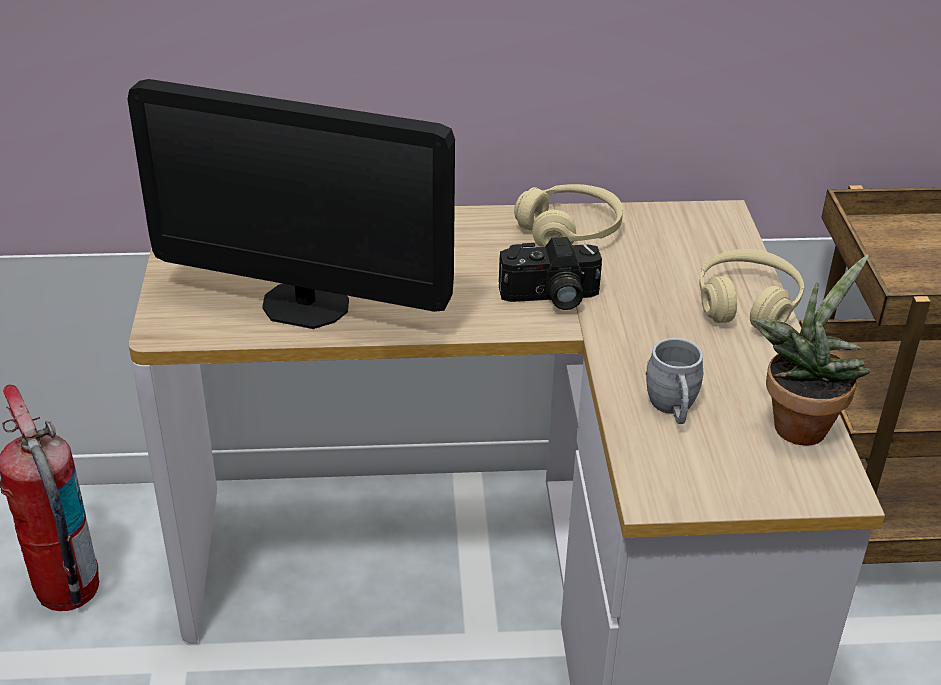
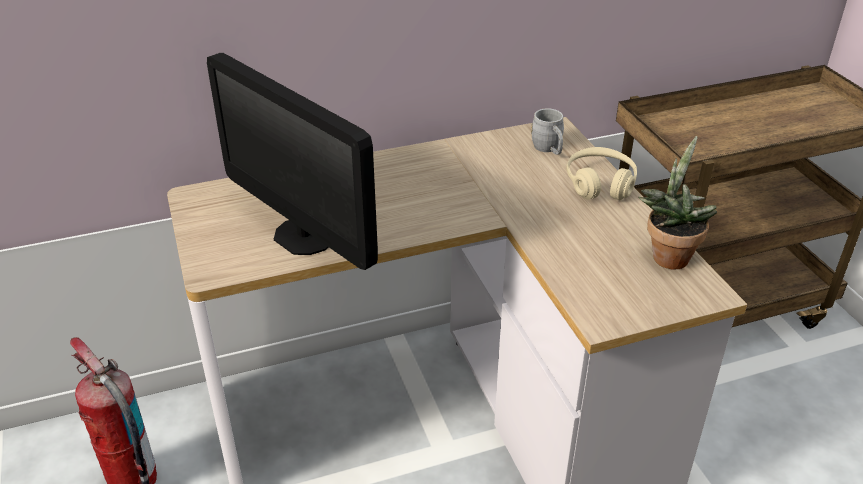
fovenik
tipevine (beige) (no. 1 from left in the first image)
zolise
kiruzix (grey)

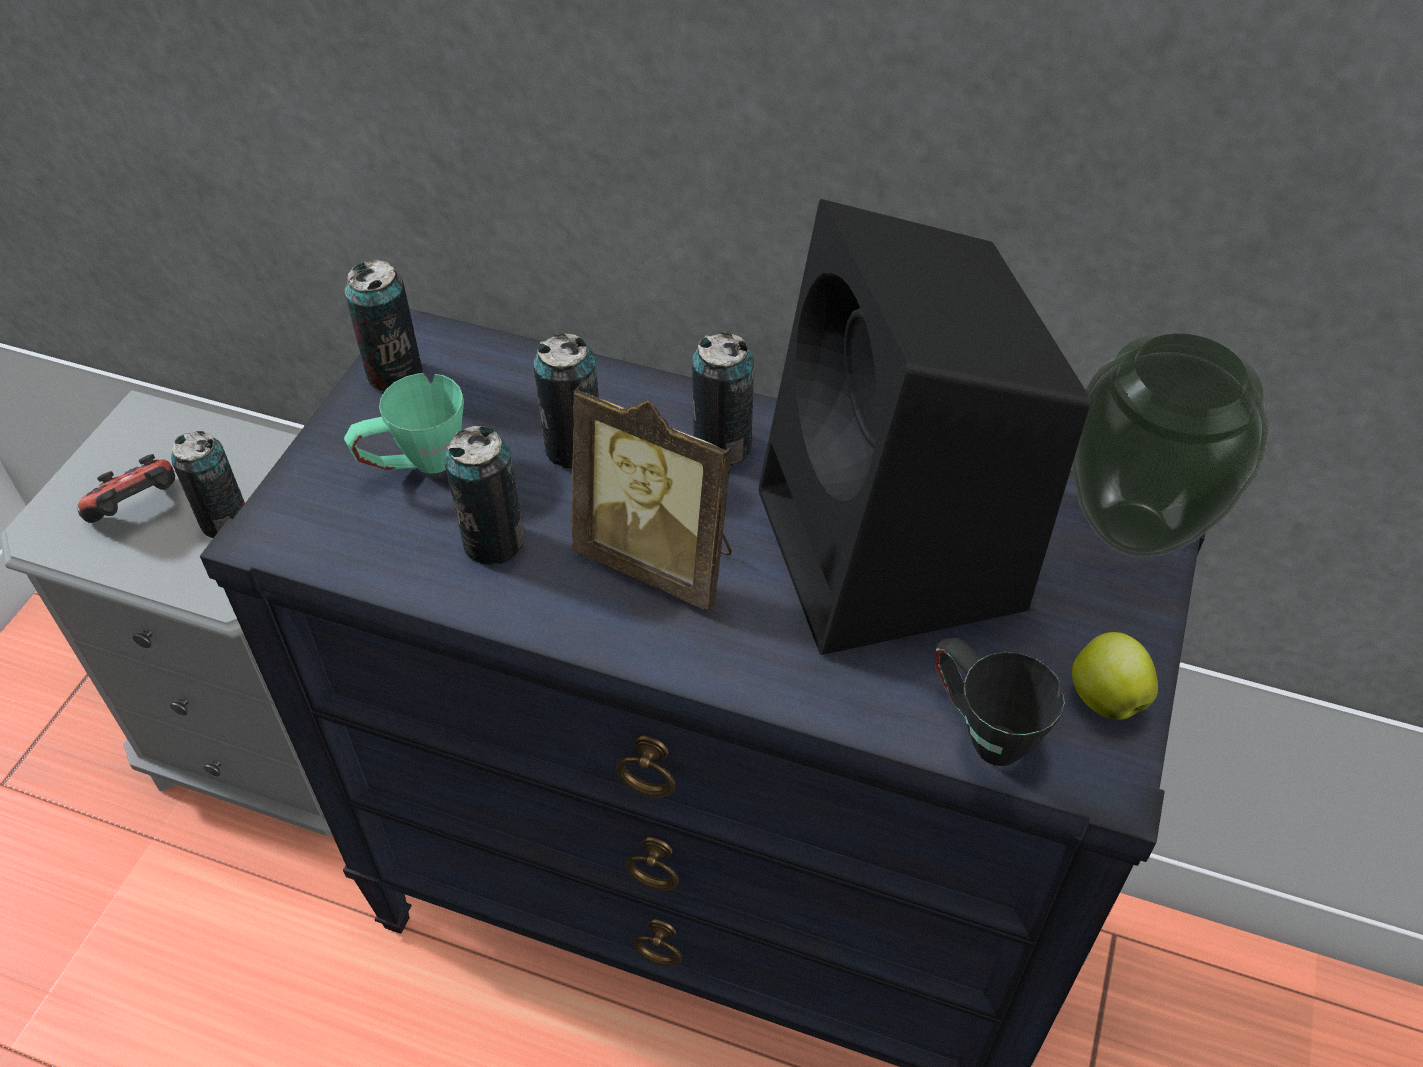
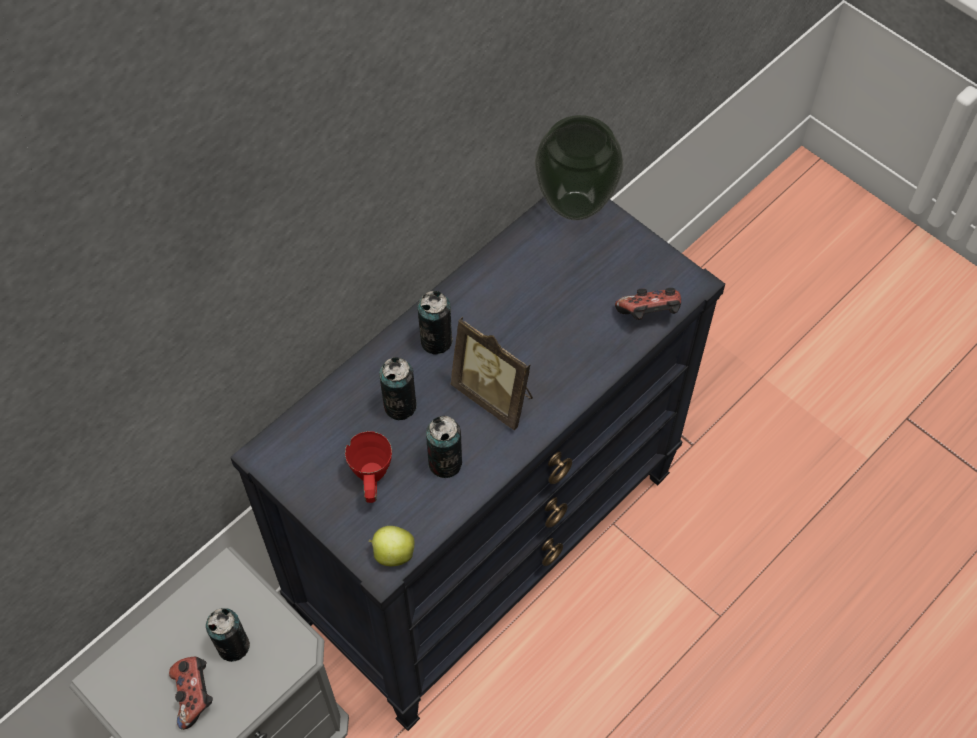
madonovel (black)
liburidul (no. 2 from left in the first image)
kiruzix (red)
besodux
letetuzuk
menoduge (no. 2 from left)

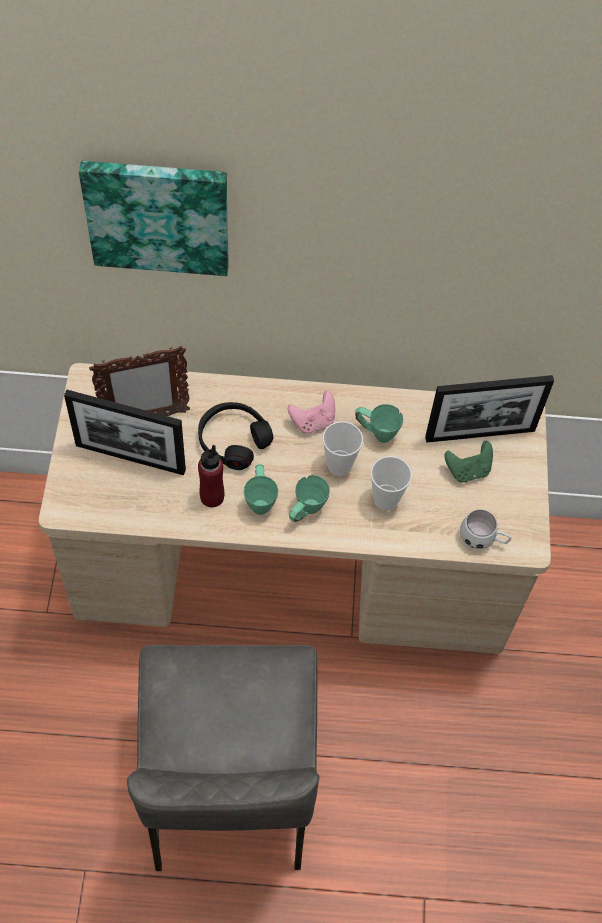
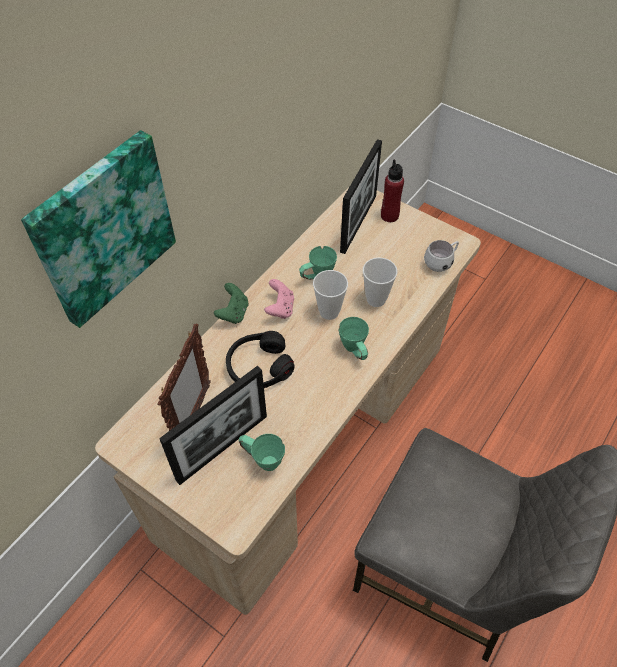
menoduge (green)
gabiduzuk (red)
kiruzix (green) (no. 1 from left)

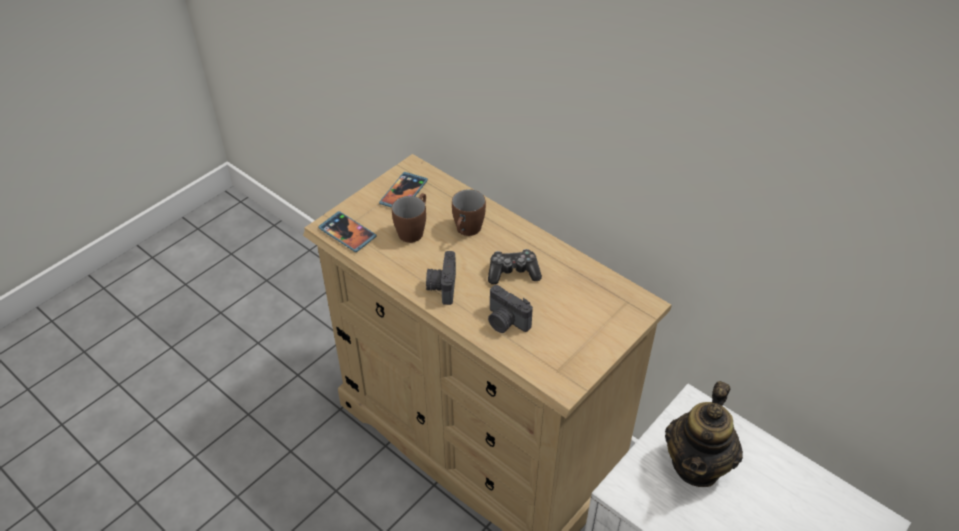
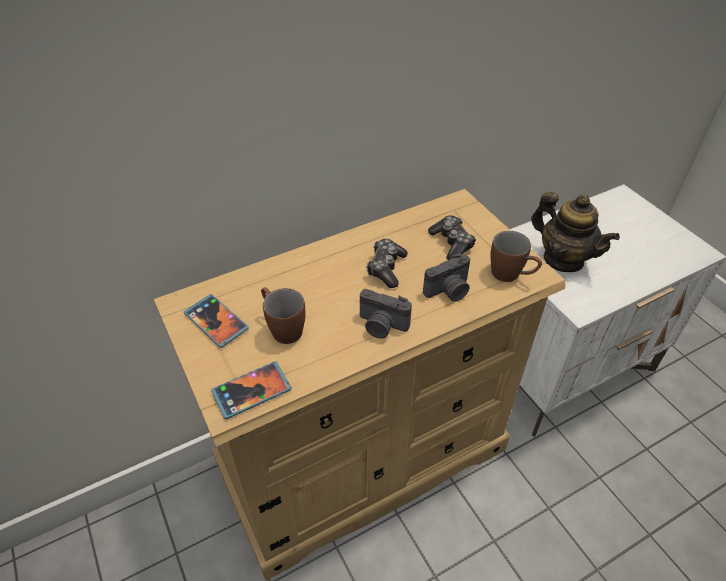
kiruzix (brown) (no. 2 from left)
menoduge (no. 2 from left)

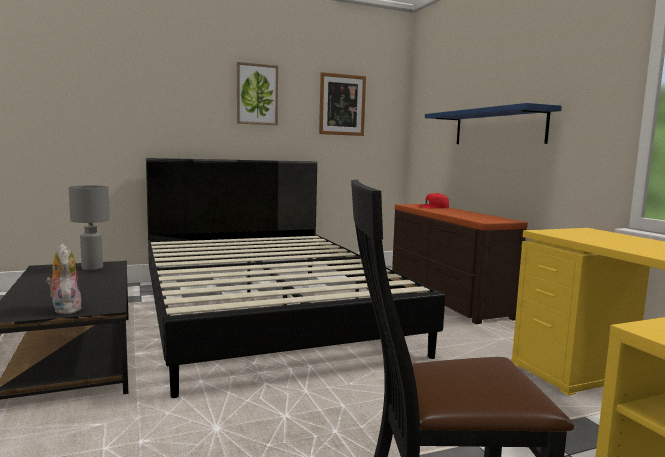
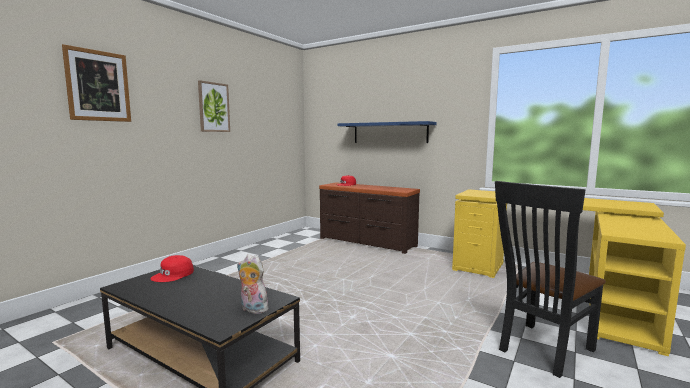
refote (no. 1 from left)
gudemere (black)
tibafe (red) (no. 1 from left)

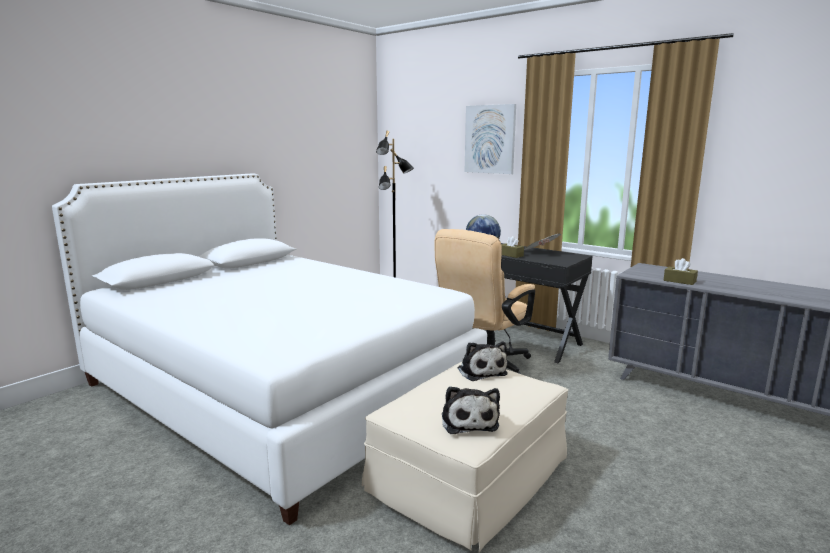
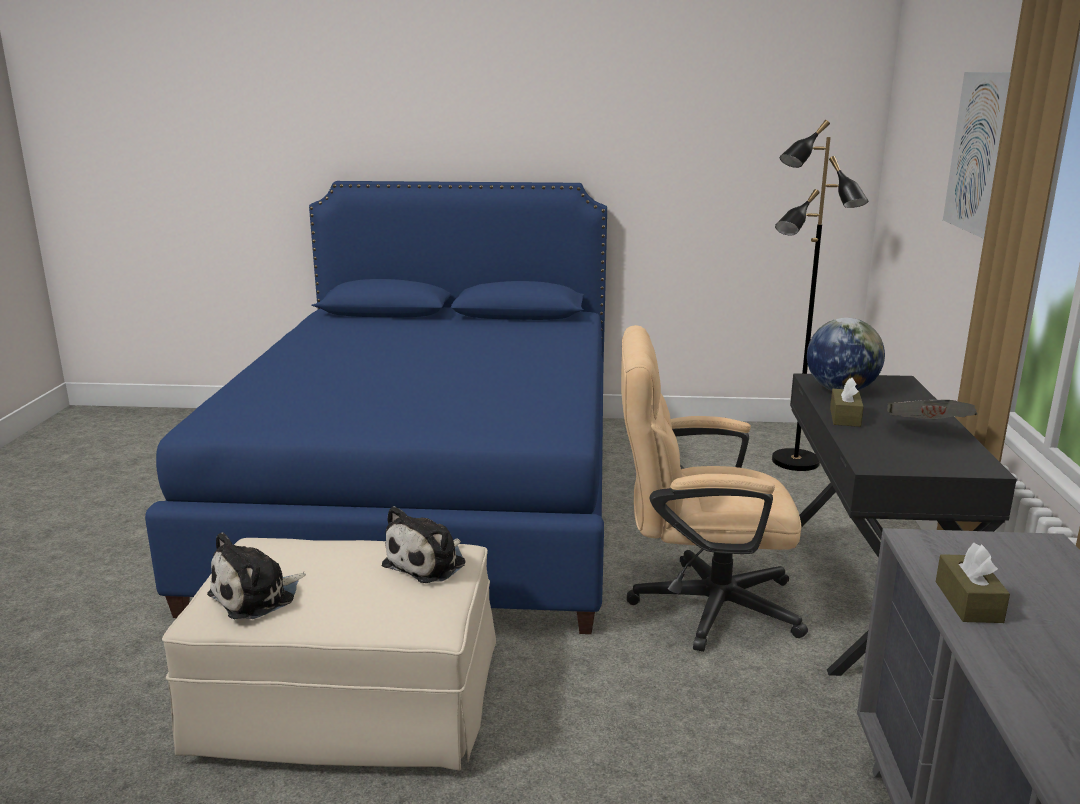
gudemere (blue)

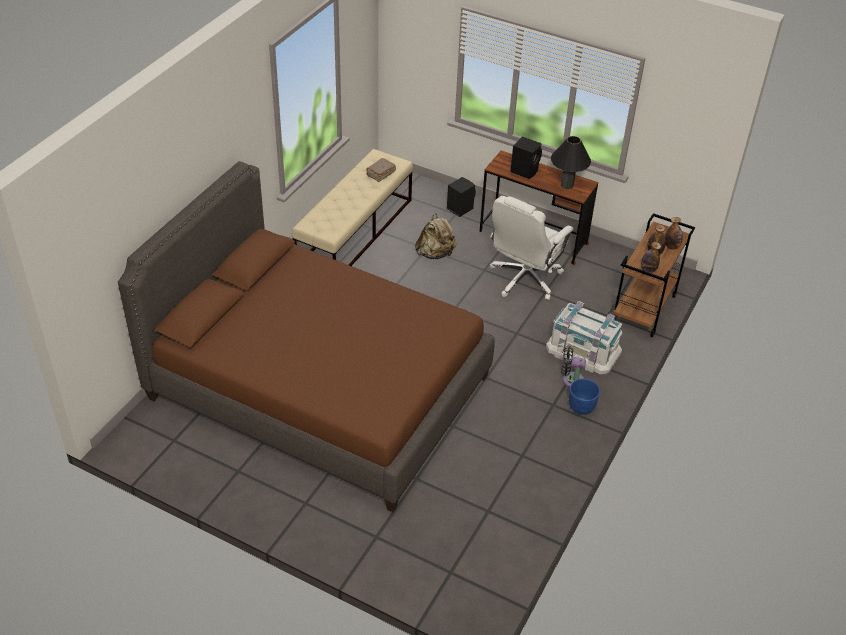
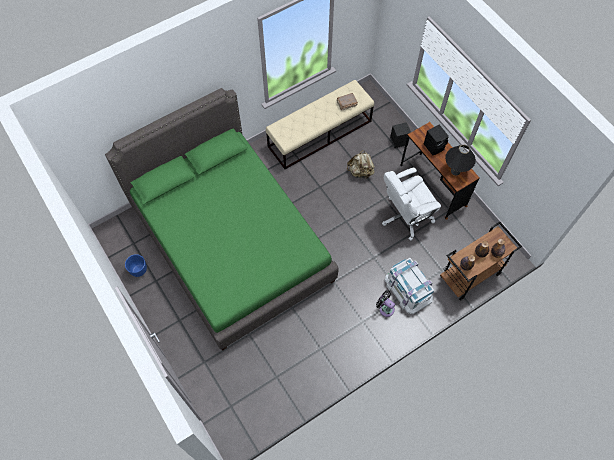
gudemere (green)
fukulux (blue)

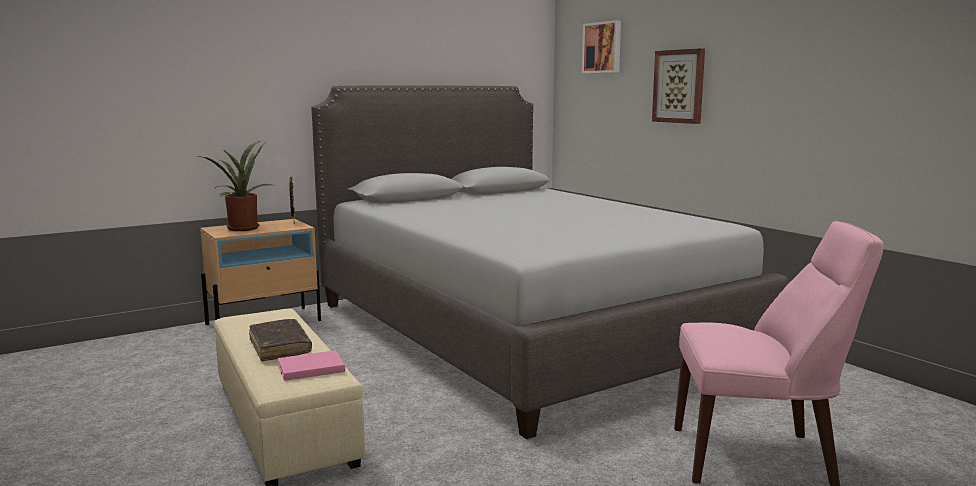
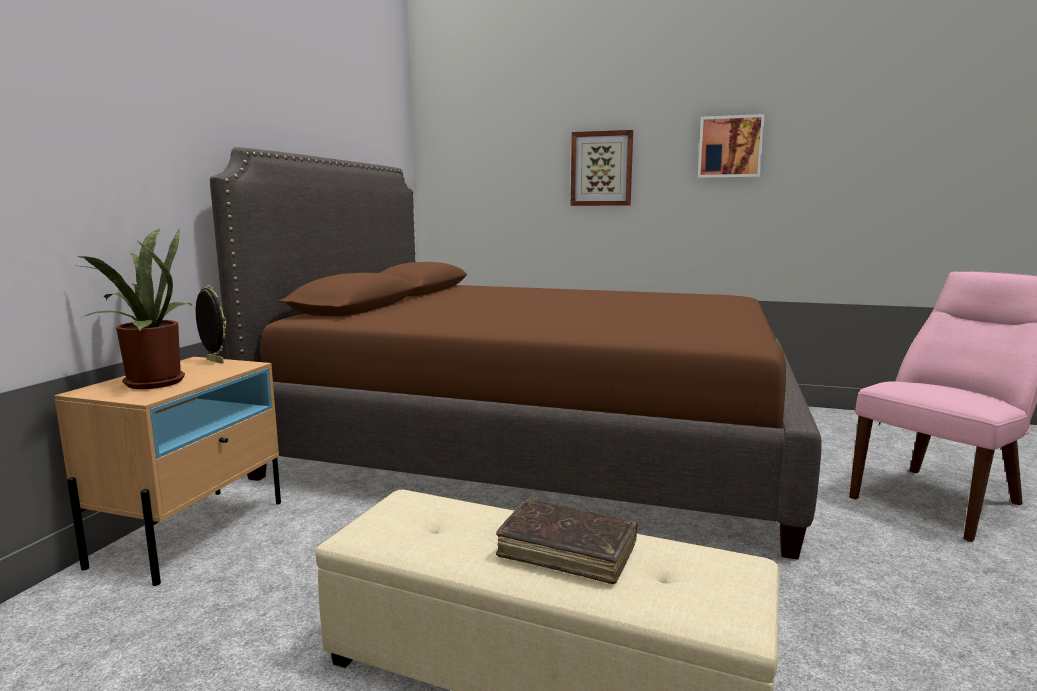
refote (no. 2 from left)
gudemere (brown)
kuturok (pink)

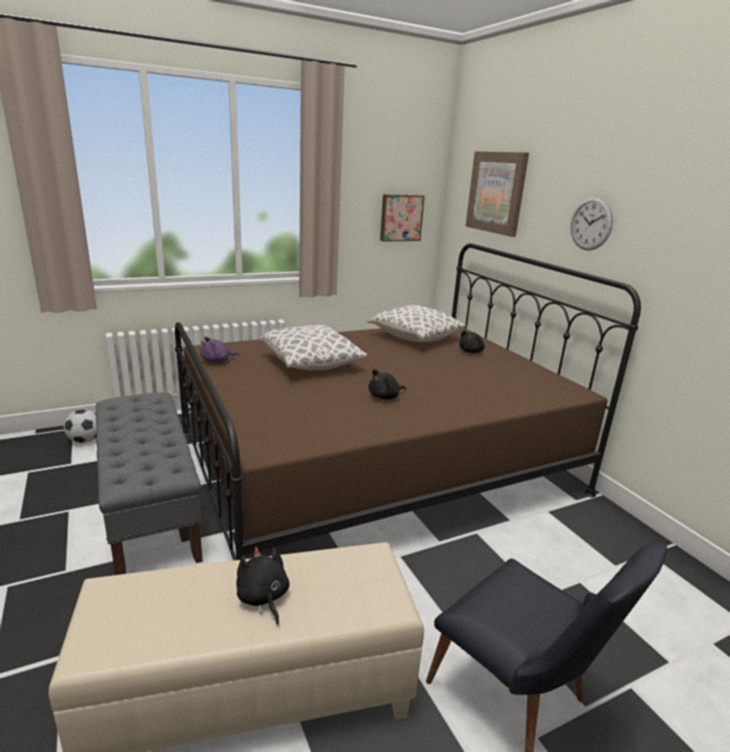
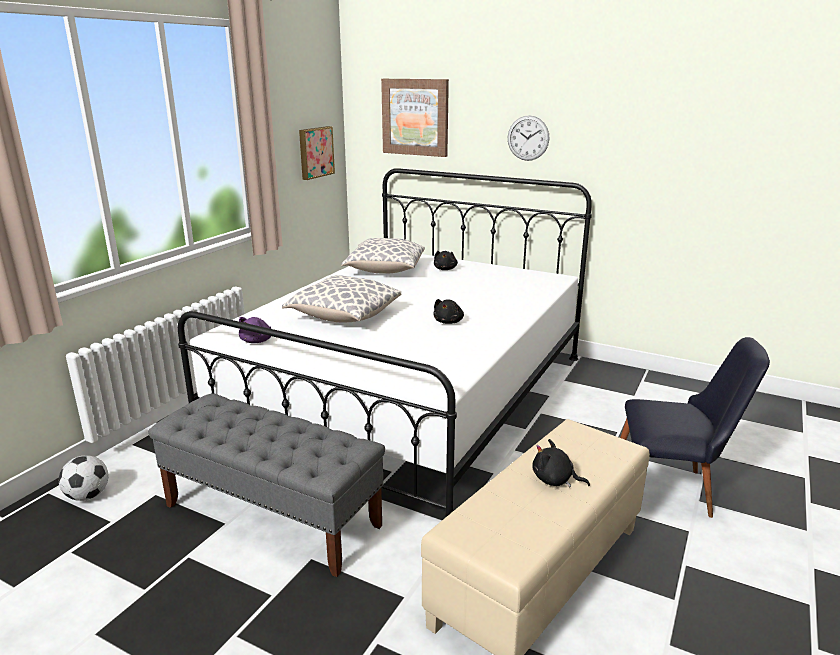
gudemere (white)

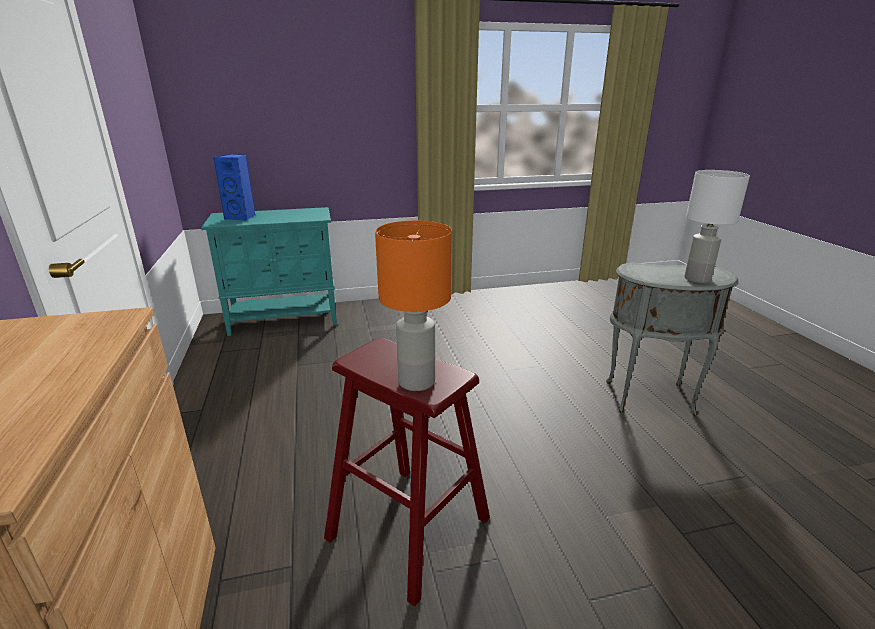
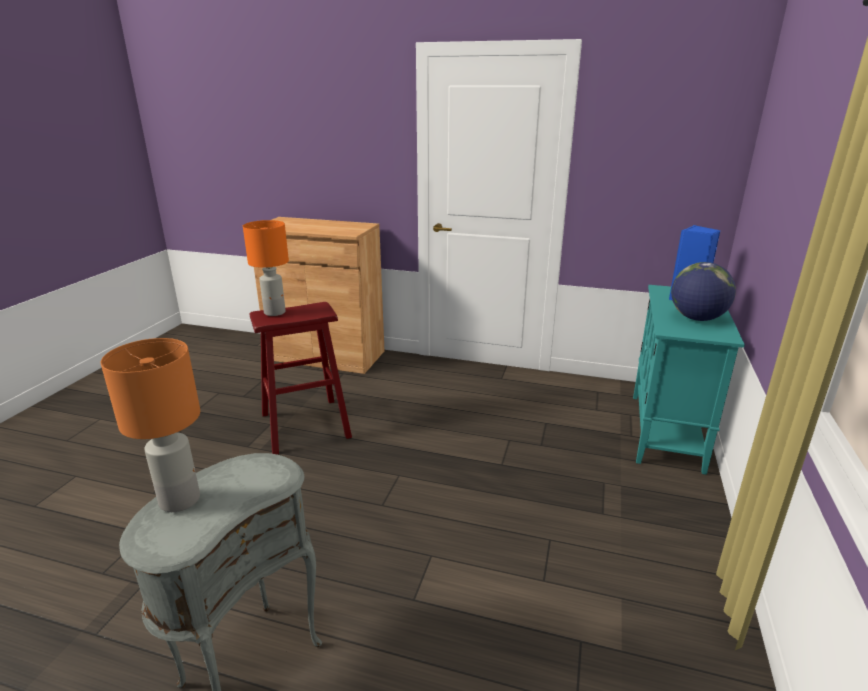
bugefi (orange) (no. 1 from left)
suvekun

